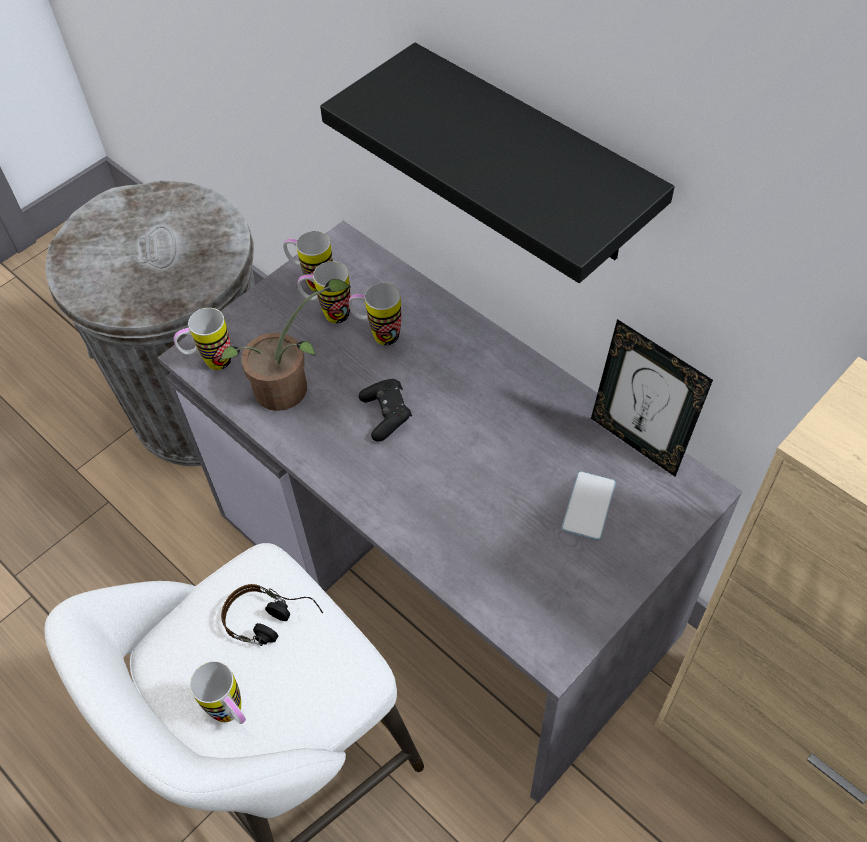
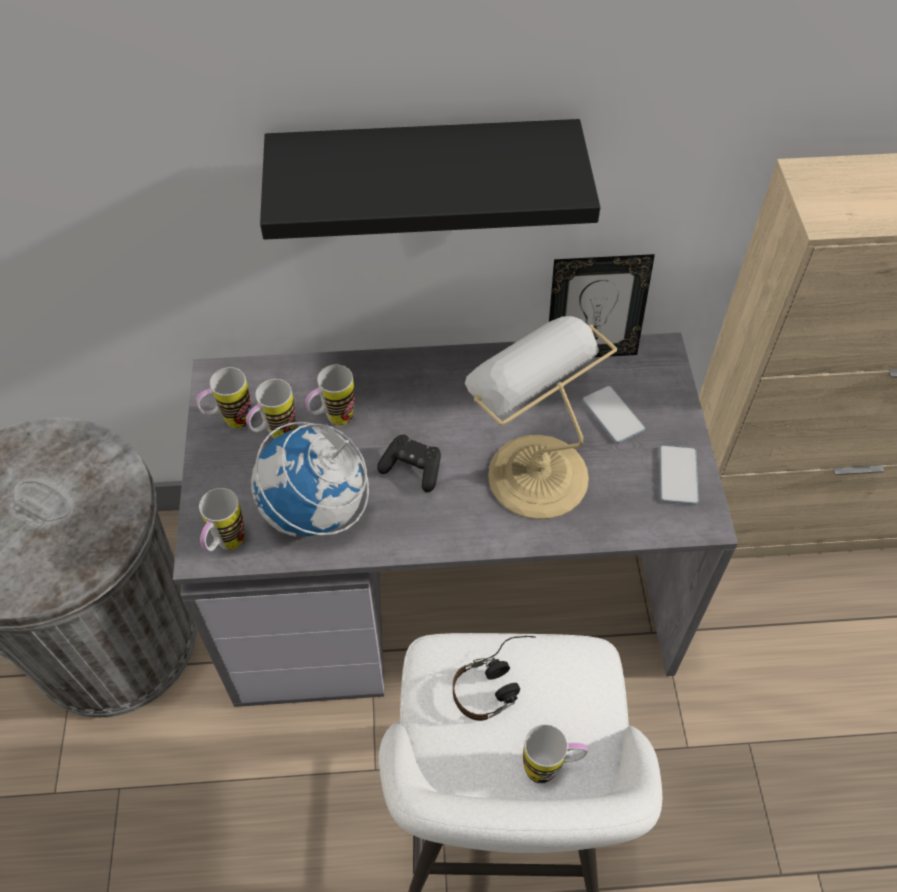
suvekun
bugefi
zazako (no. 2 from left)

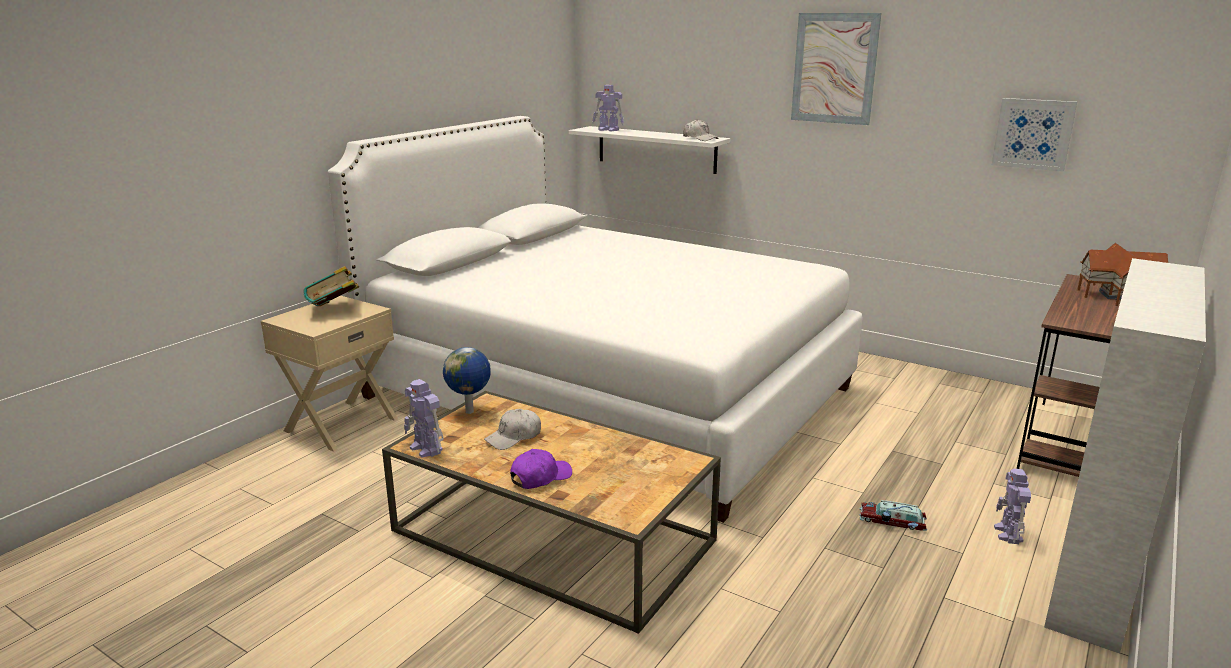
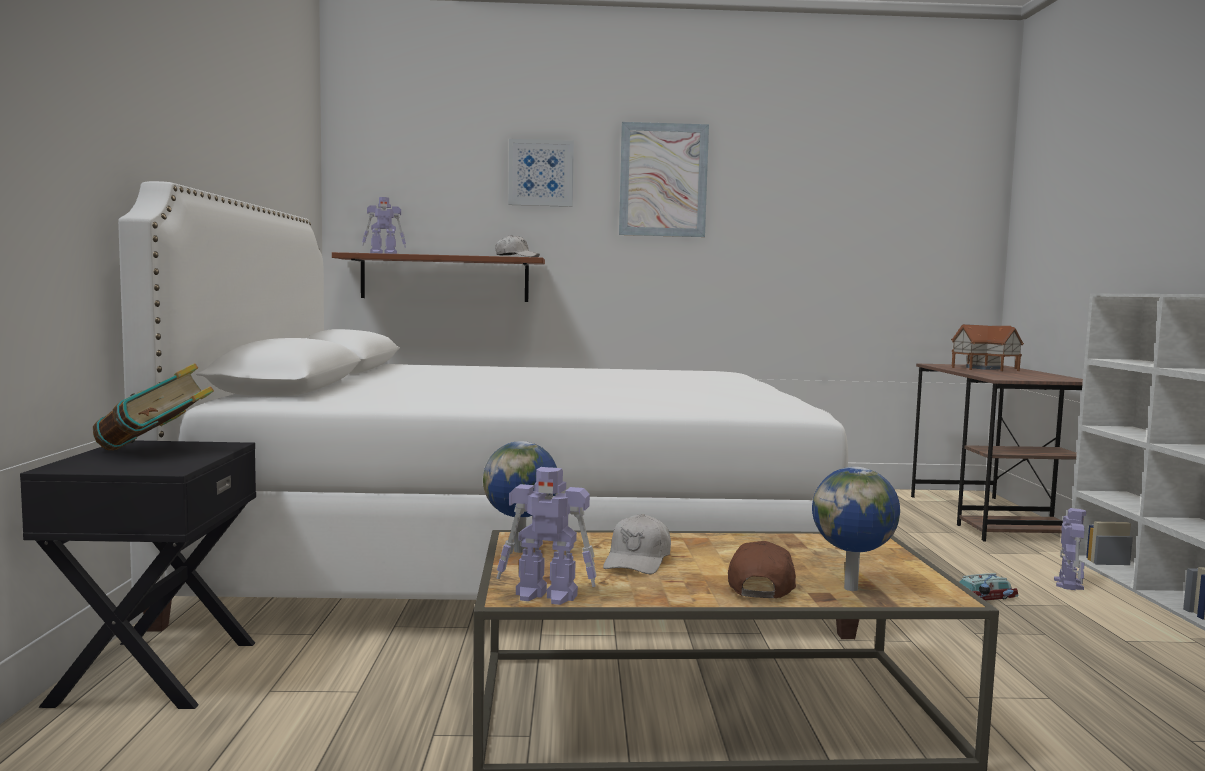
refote (no. 1 from left)
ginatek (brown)
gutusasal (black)
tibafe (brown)
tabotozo (no. 3 from left)
suvekun (no. 2 from left)

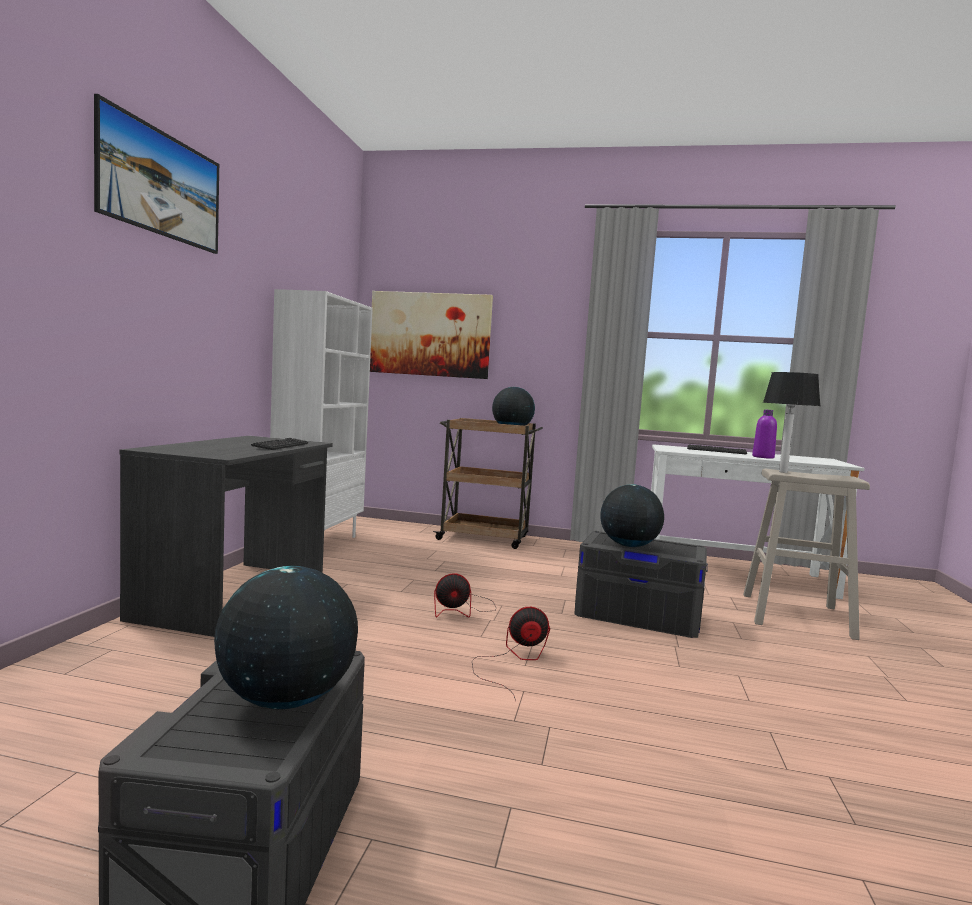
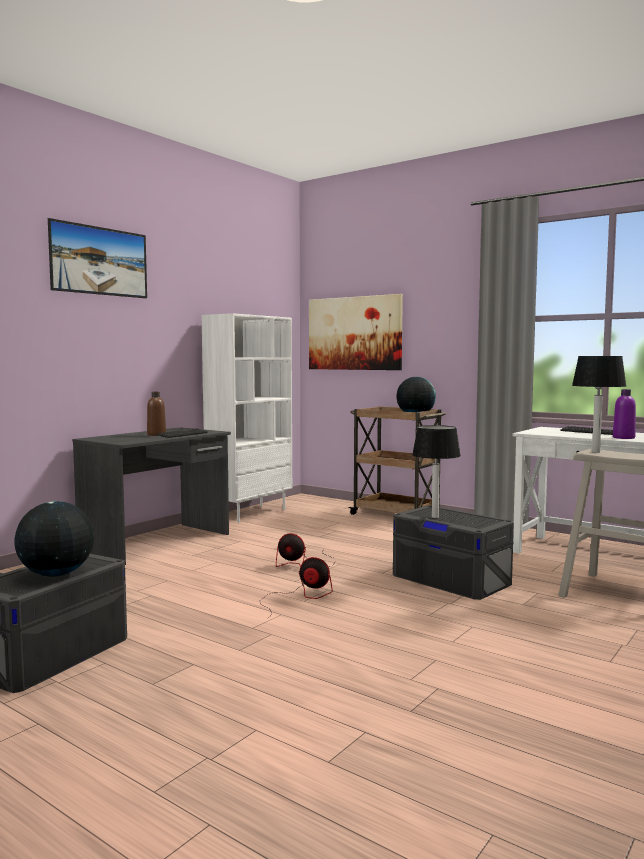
bugefi (no. 1 from left)
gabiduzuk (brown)

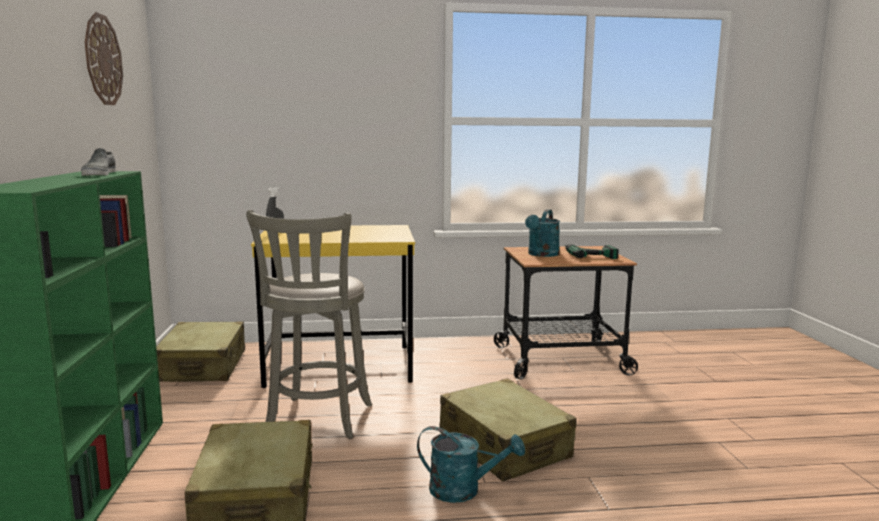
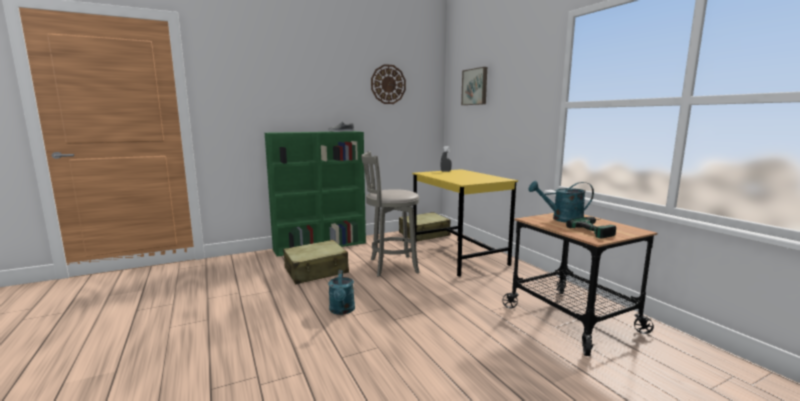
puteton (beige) (no. 3 from left in the first image)
refote

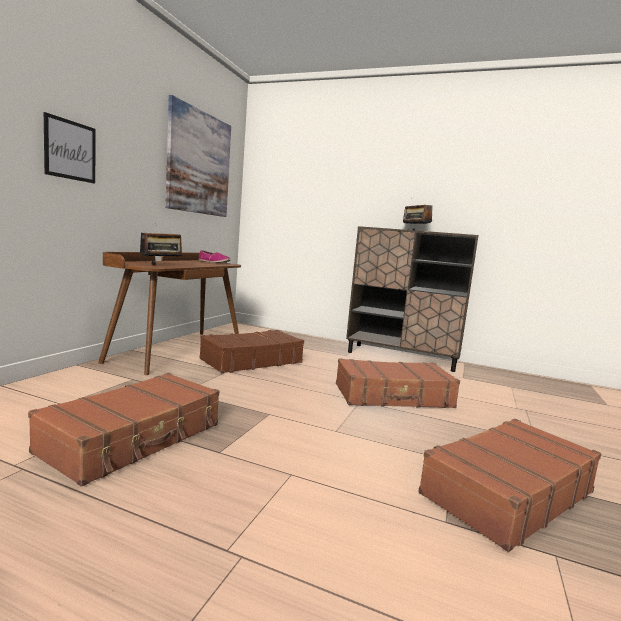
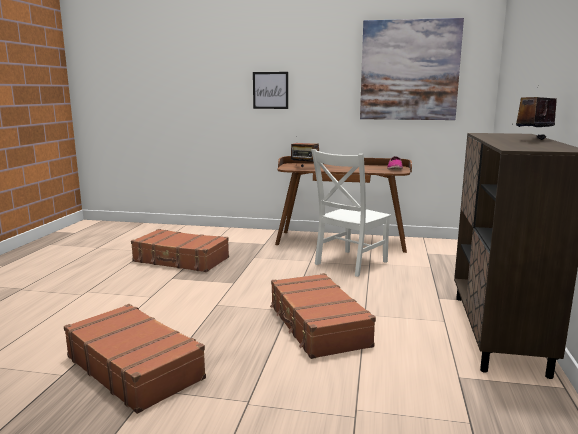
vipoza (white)

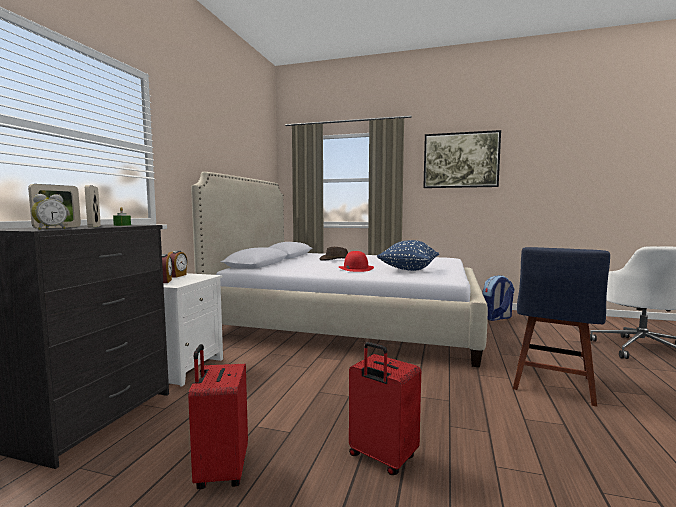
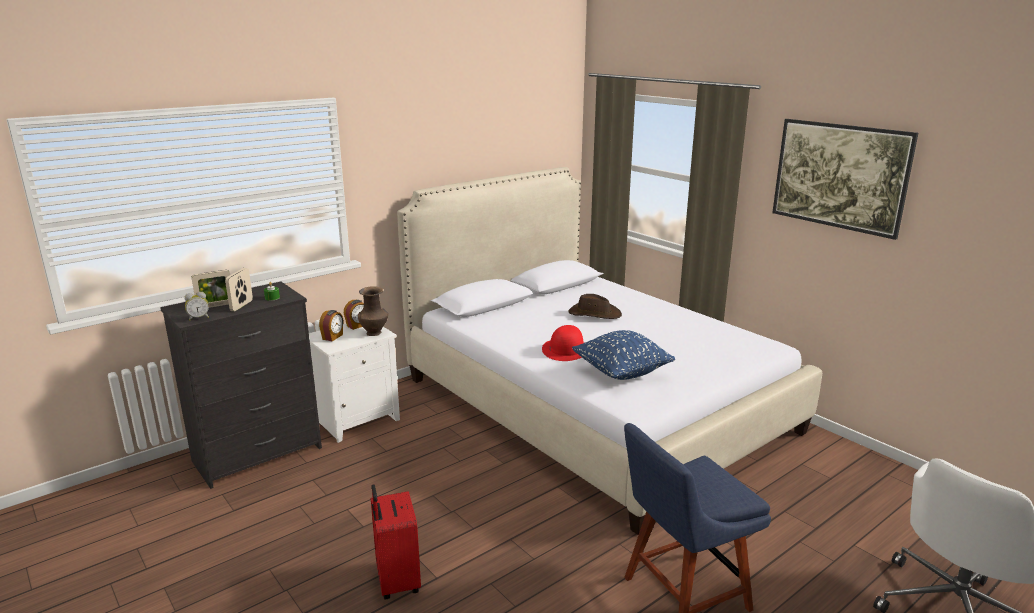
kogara
puteton (red) (no. 1 from left in the first image)
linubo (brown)

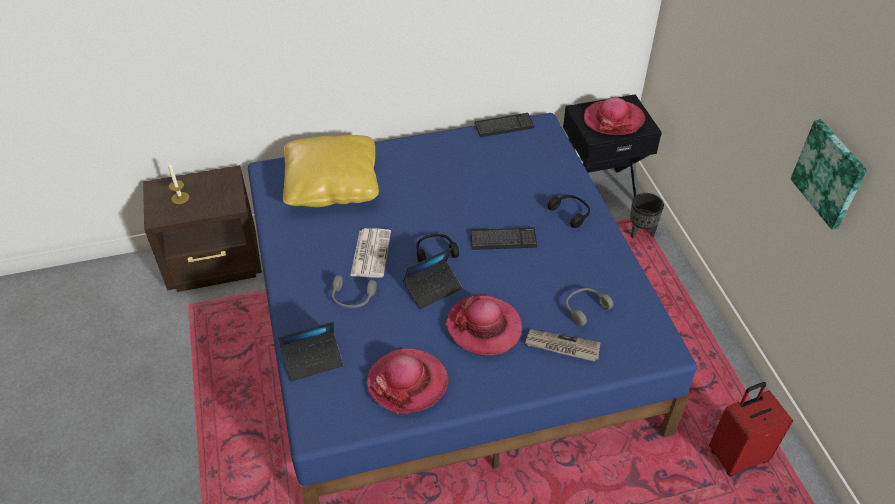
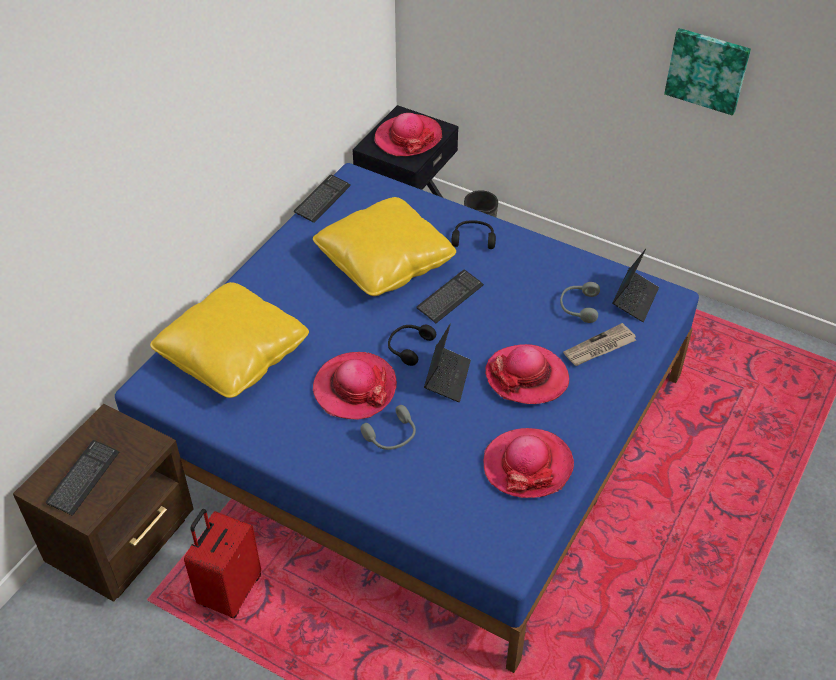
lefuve (no. 1 from left)
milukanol (no. 1 from left)
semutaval (no. 2 from left)
puteton (red)
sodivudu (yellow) (no. 2 from left)

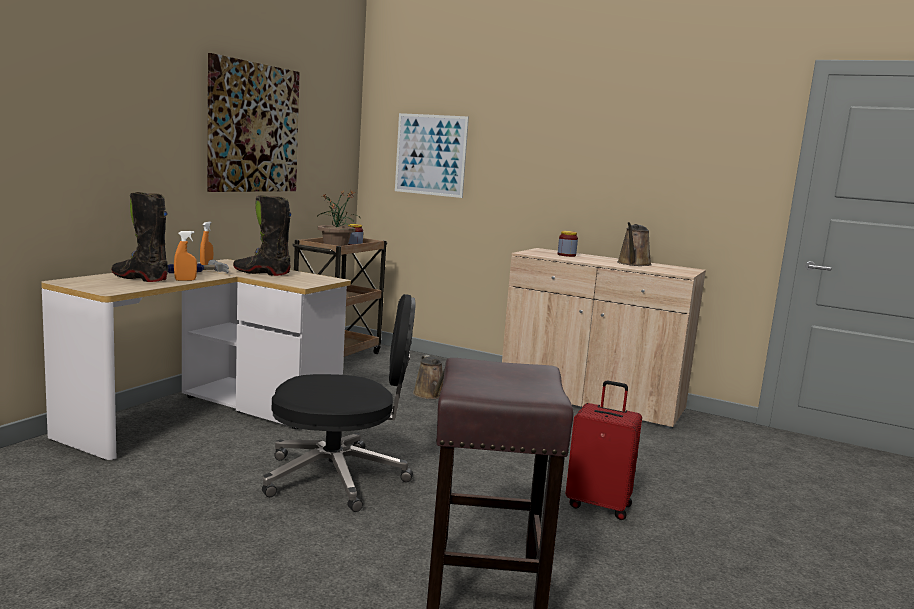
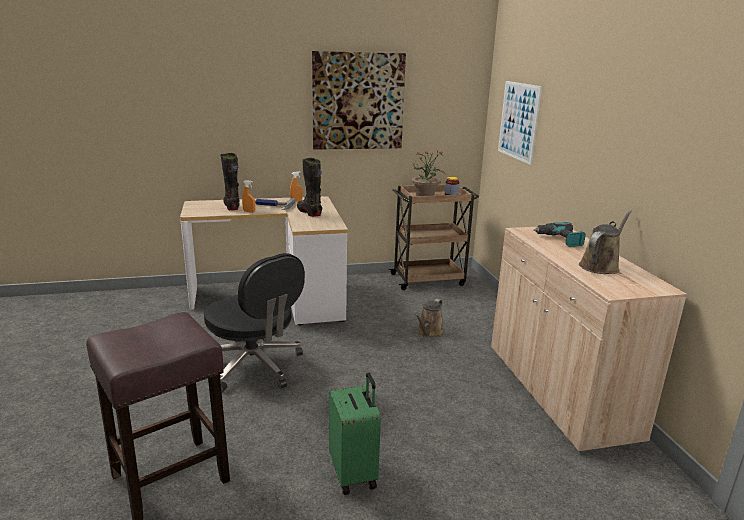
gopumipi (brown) (no. 2 from left)
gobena
puteton (green)

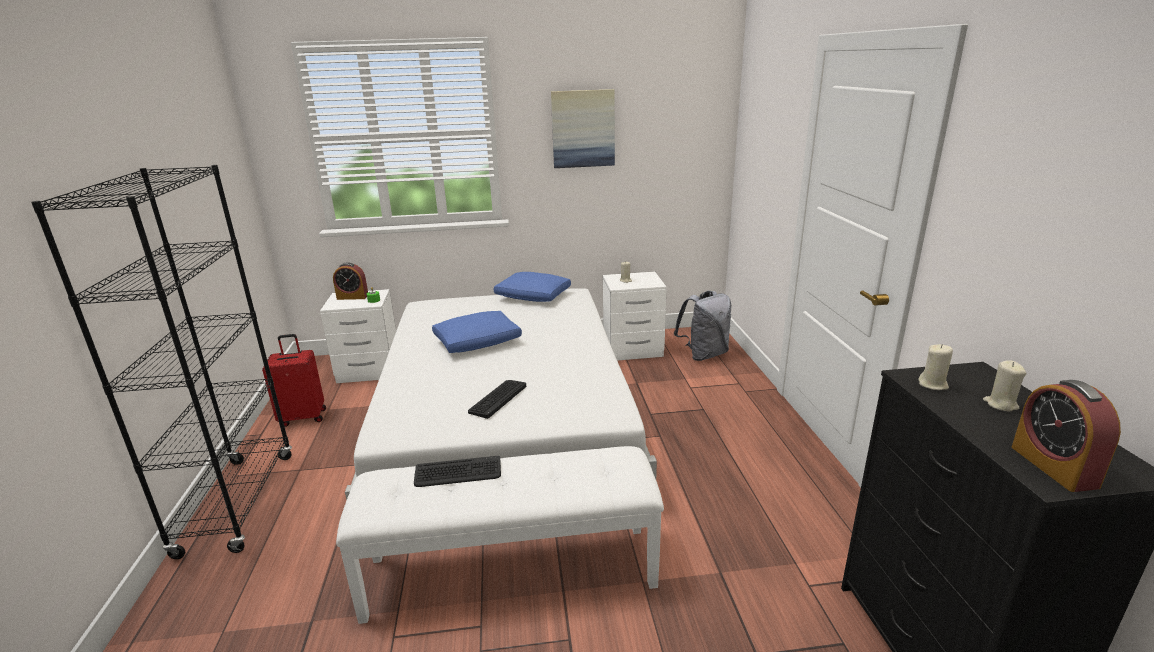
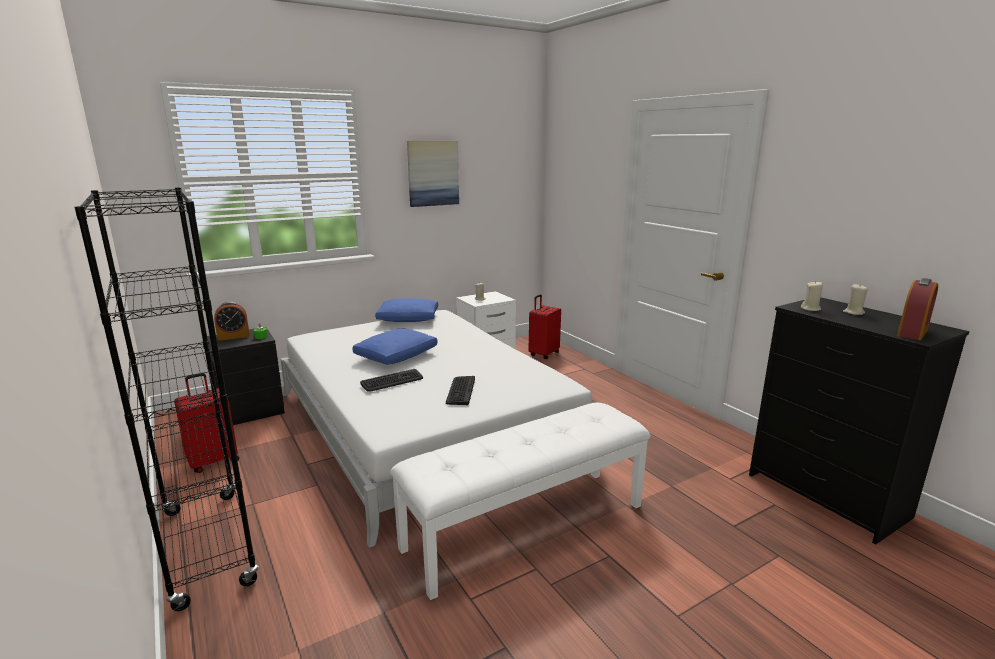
gutusasal (black)
puteton (red) (no. 2 from left)
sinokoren (no. 2 from left)
lefuve (no. 1 from left)

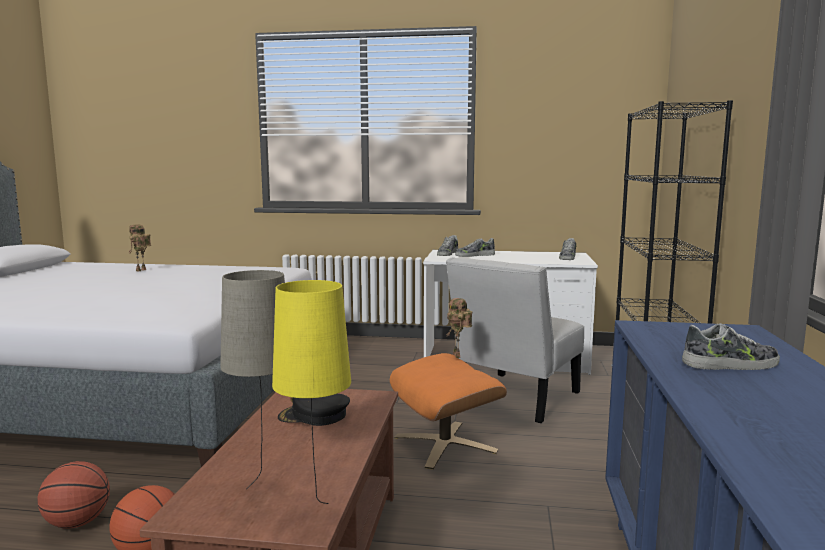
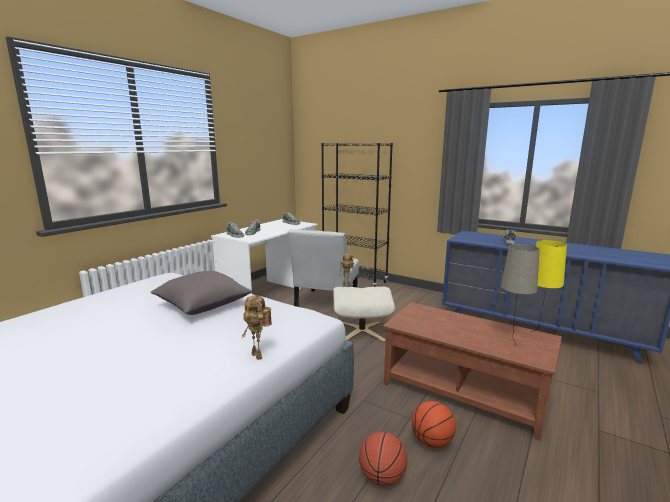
tabotozo (no. 1 from left)
vipoza (white)
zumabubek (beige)
tibafe (black)
sodivudu (grey)

